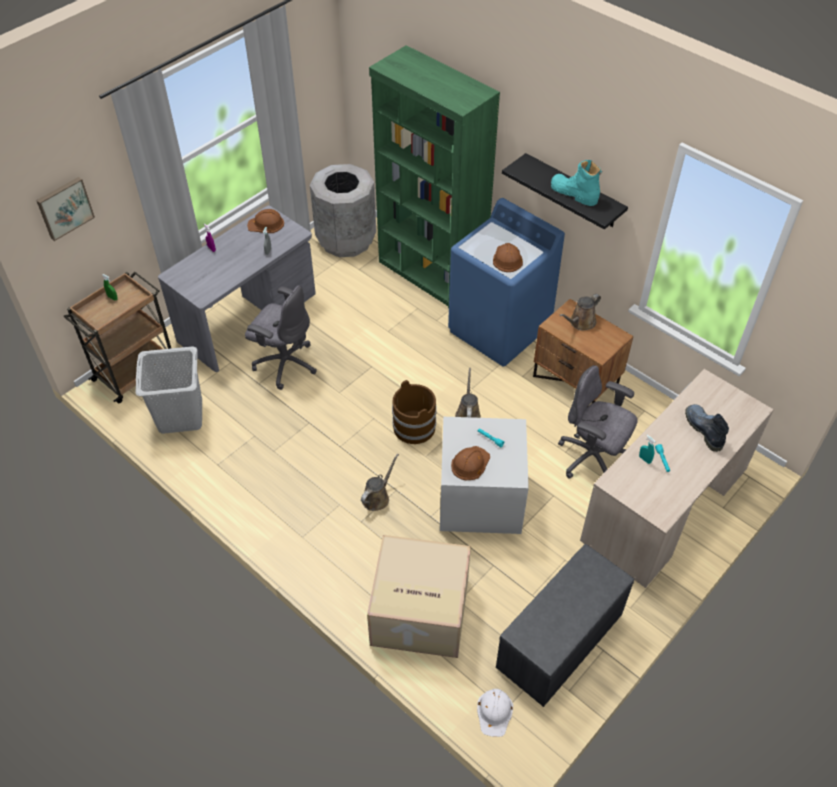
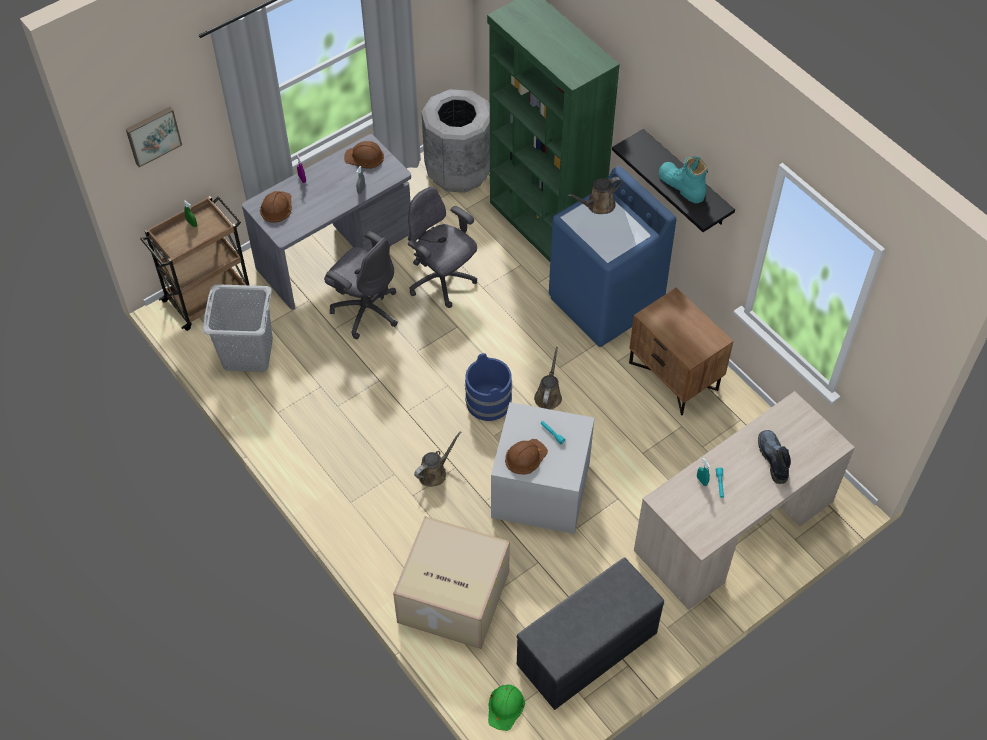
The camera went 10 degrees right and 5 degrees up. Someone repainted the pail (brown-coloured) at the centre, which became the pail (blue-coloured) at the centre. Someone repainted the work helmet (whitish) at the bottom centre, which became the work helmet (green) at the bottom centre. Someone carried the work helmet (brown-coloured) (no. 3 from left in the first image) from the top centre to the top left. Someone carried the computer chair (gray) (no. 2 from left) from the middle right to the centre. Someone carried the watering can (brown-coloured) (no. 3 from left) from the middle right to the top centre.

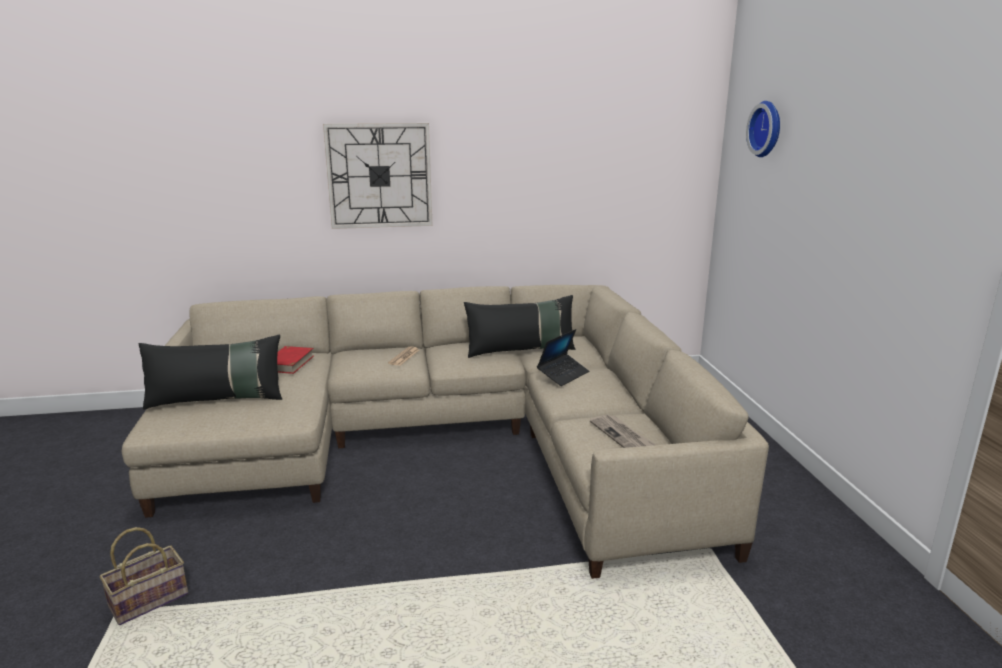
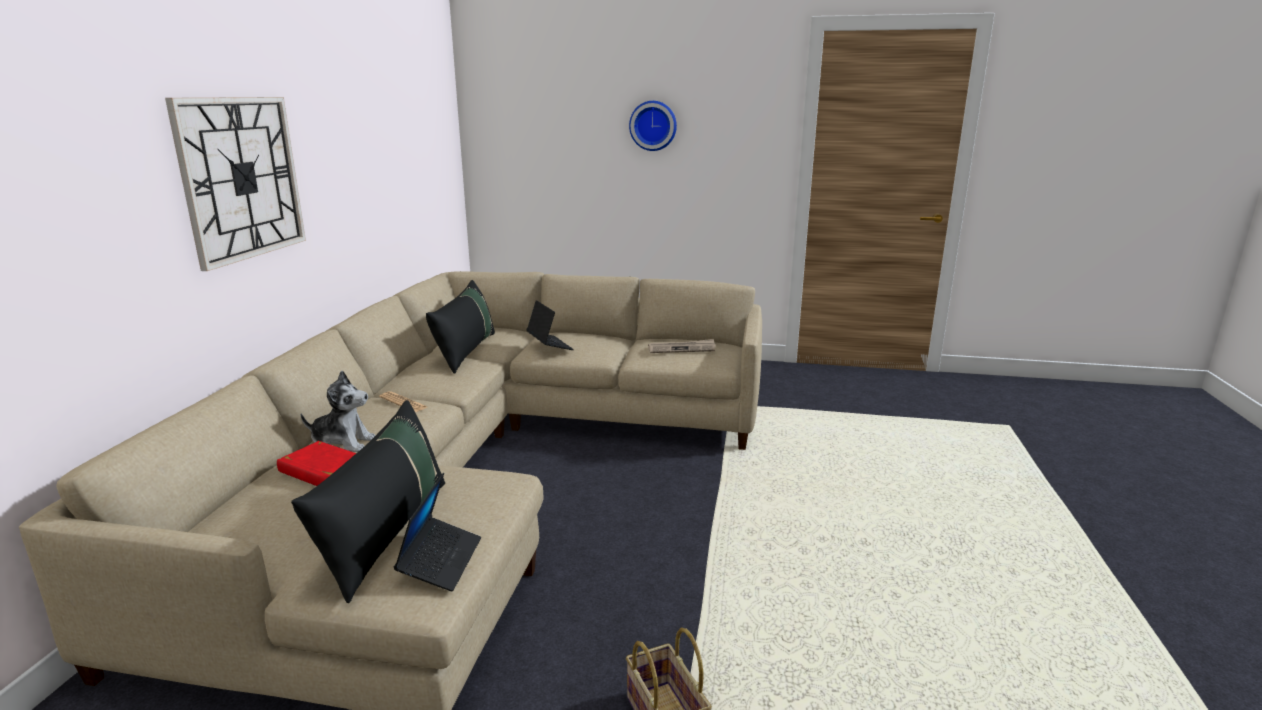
The camera went 70 degrees left and 0 degrees up. Someone carried the wall clock (no. 2 from left) from the top right to the top centre. Someone put down the soft toy at the middle left. Someone put down the portable computer (no. 1 from left) at the bottom centre.

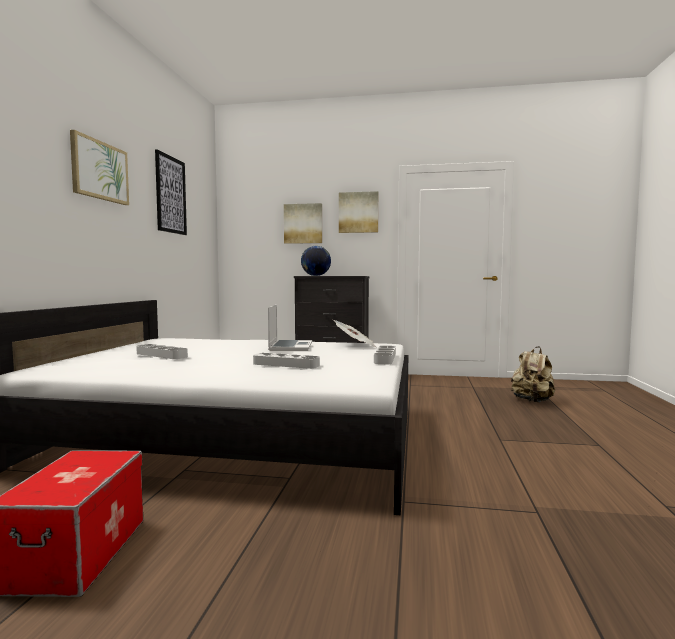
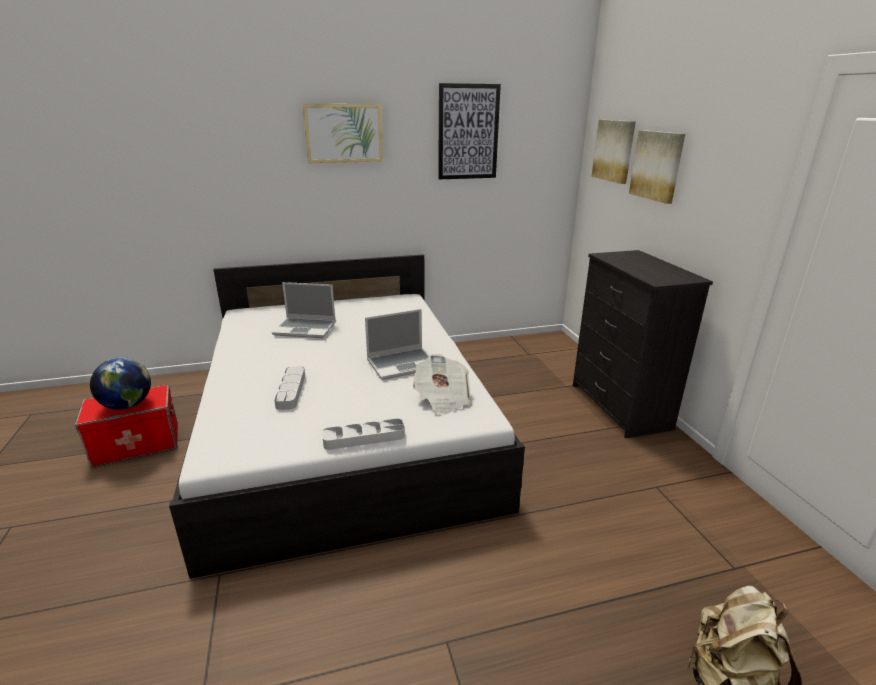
The camera went 65 degrees right and 20 degrees up. Someone swapped the carrying tray (gray) (no. 1 from left) at the middle left for the portable computer (no. 1 from left) at the centre. Someone carried the desk globe from the centre to the middle left. Someone carried the picture (no. 4 from left in the first image) from the top centre to the top right.

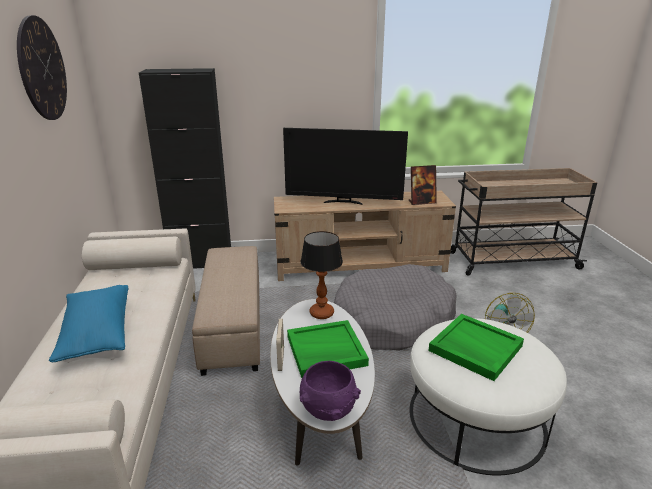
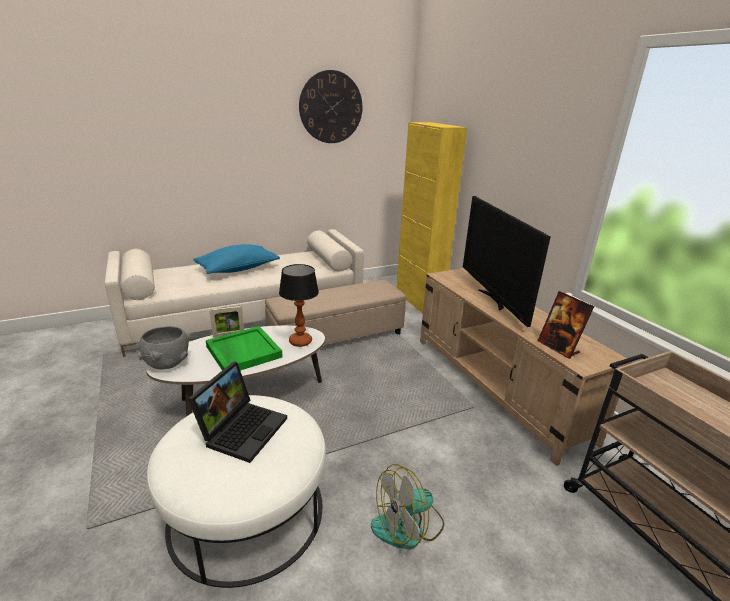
The camera went 70 degrees right and 0 degrees up. Someone repainted the cupboard (blackish) at the middle left, which became the cupboard (yellow) at the centre. Someone repainted the deep dish (purple) at the bottom centre, which became the deep dish (gray) at the middle left. Someone took away the dog bed (gray) at the centre. Someone swapped the carrying tray (green) (no. 2 from left) at the bottom right for the portable computer at the bottom left.

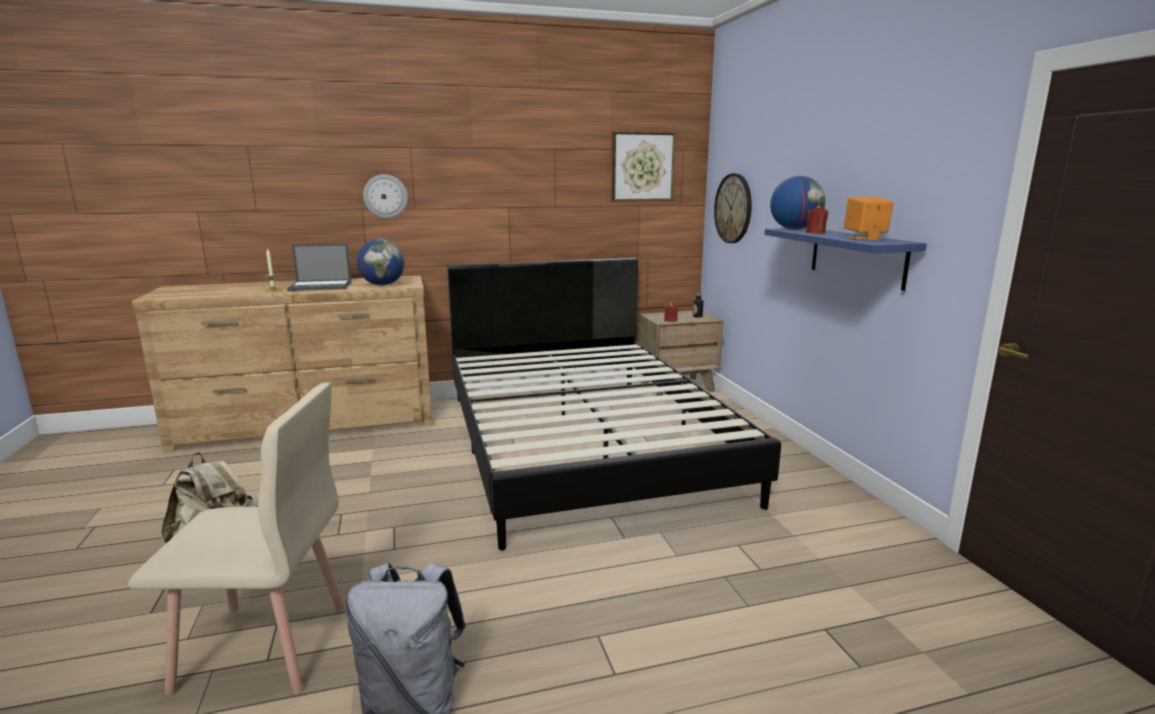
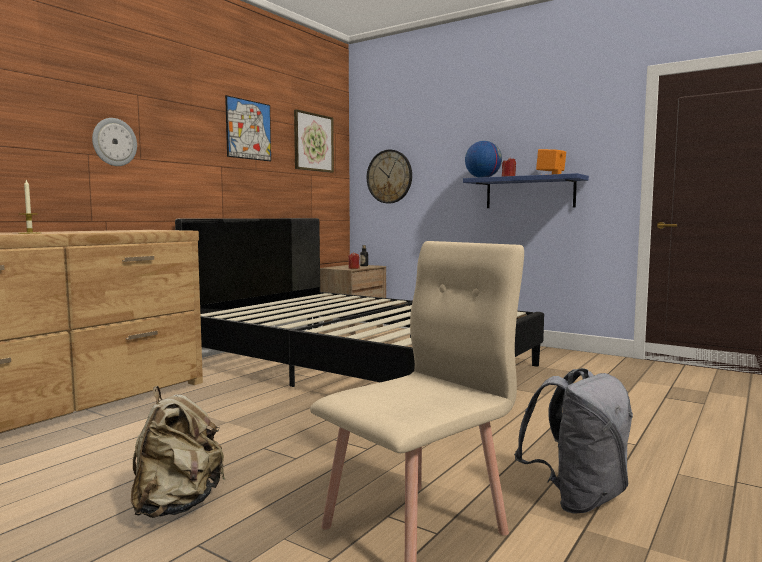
The camera went 40 degrees left and 10 degrees down. Someone took away the portable computer at the middle left. Someone took away the desk globe (no. 1 from left) at the middle left. Someone put up the picture (no. 1 from left) at the top left.

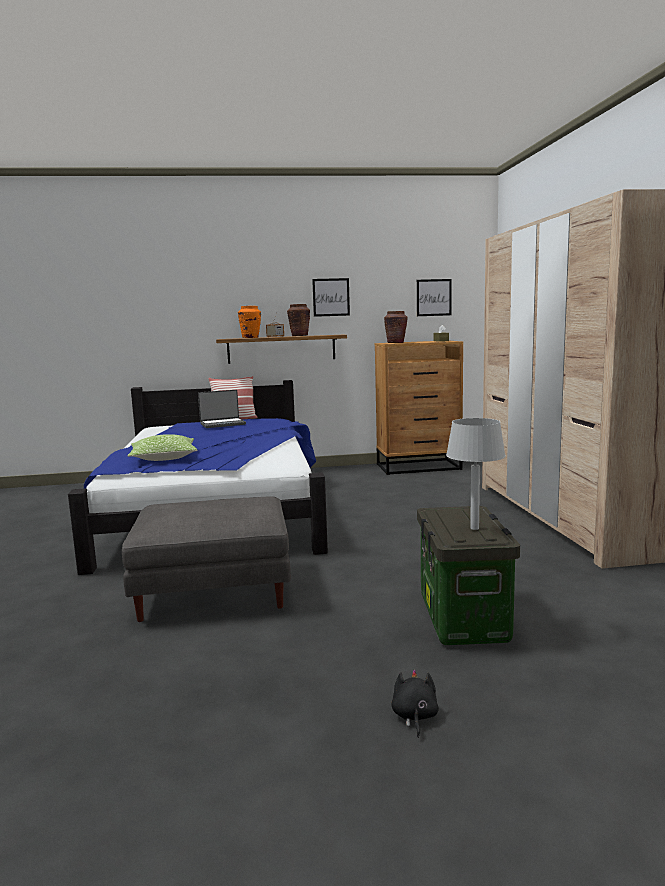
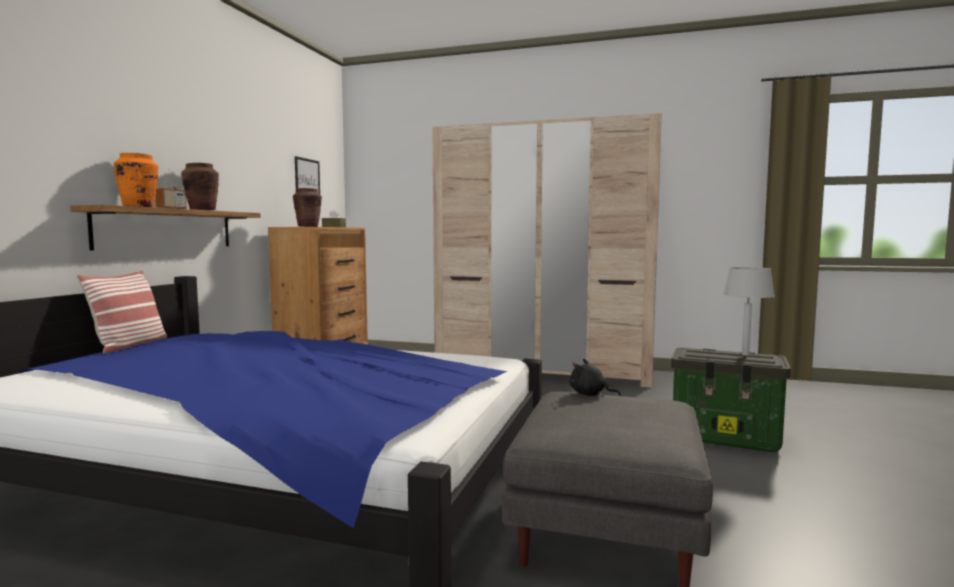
The camera went 65 degrees left and 5 degrees down. Someone took away the cushion (no. 1 from left) at the middle left. Someone took away the portable computer at the centre. Someone took away the picture (no. 1 from left) at the centre. Someone carried the soft toy (blackish) from the bottom centre to the centre.

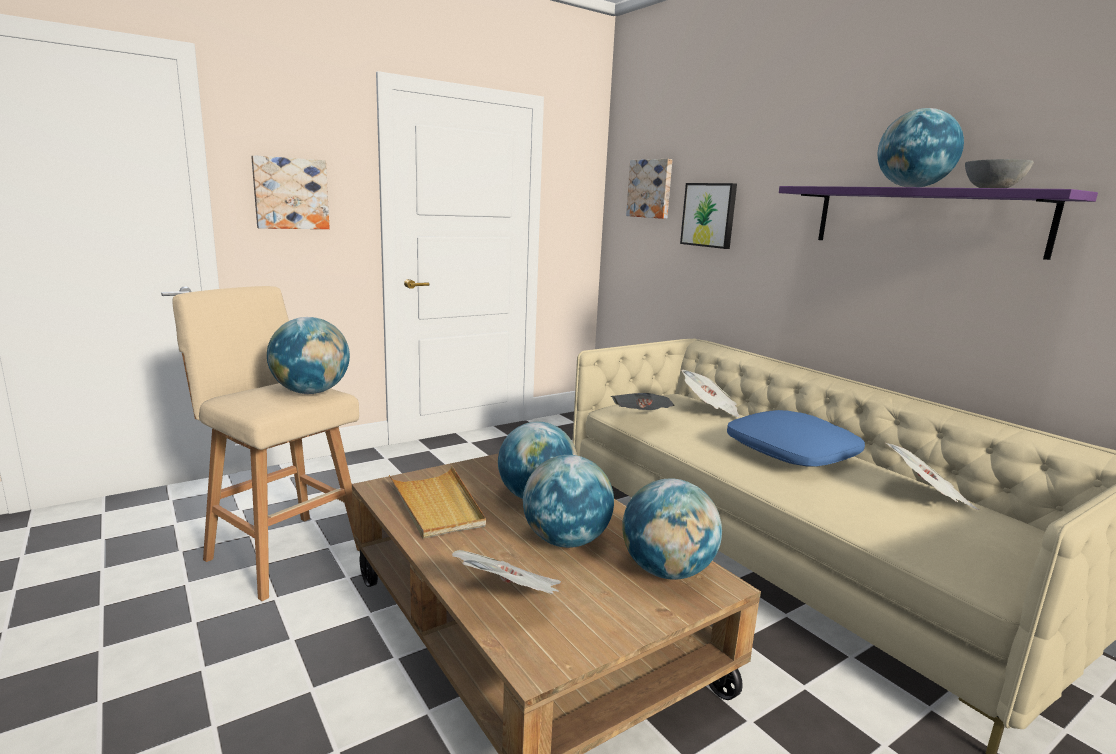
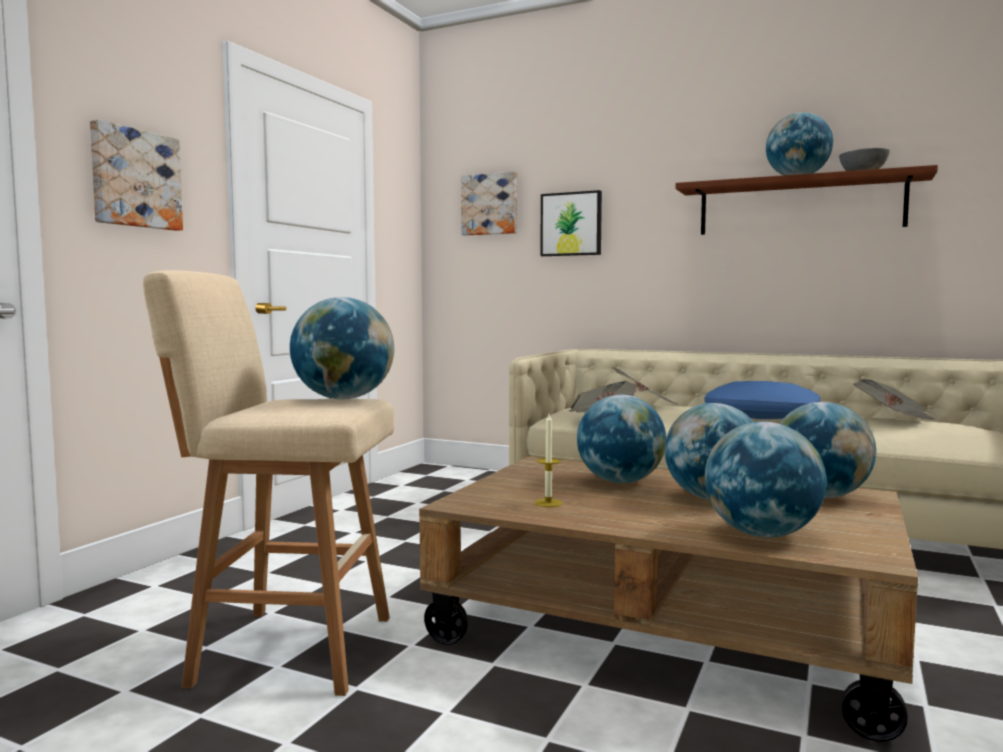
The camera went 30 degrees left and 10 degrees down. Someone swapped the carrying tray (sand-coloured) at the centre for the candle at the centre. Someone swapped the daily paper (no. 1 from left) at the bottom centre for the desk globe (no. 4 from left) at the middle right. Someone repainted the bracket shelf (purple) at the top right, which became the bracket shelf (brown-coloured) at the top right.

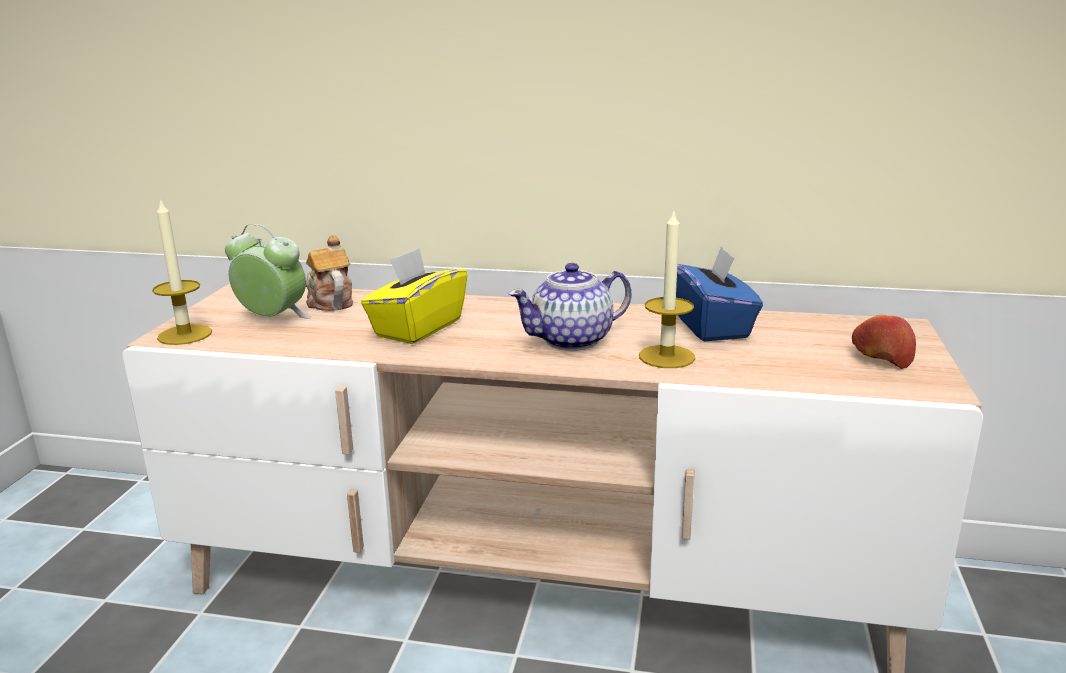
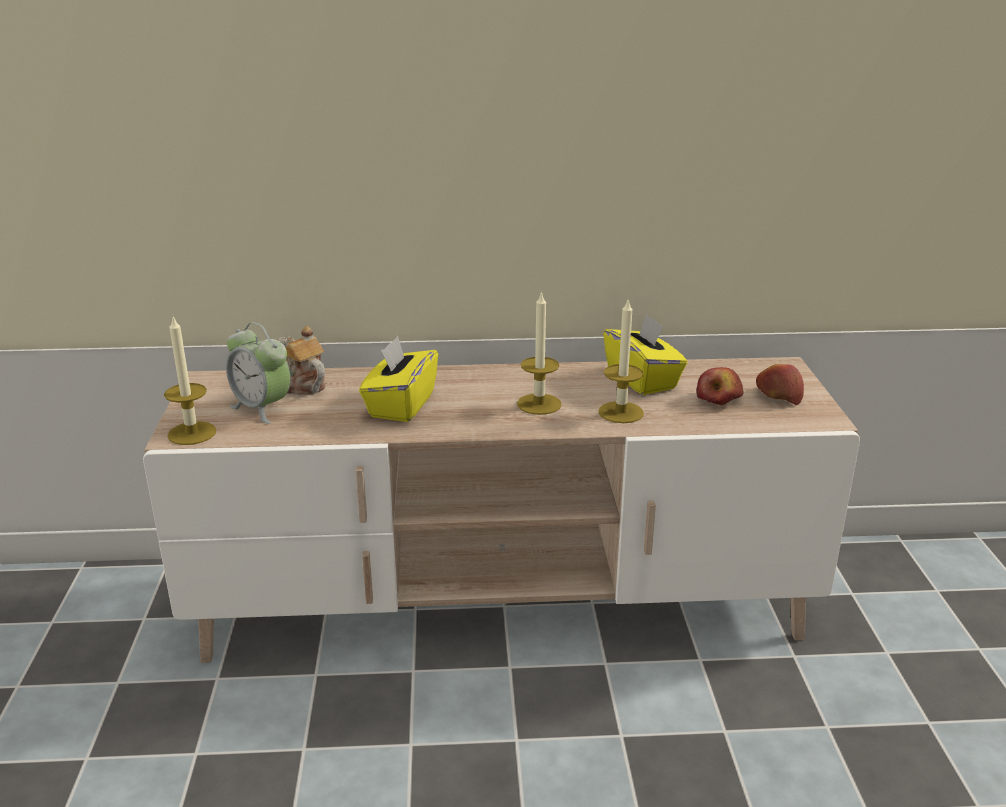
The camera went 15 degrees left and 5 degrees up. Someone rotated the alarm clock at the middle left by 150 degrees counterclockwise. Someone swapped the tea pot (no. 2 from left) at the centre for the candle (no. 2 from left) at the centre. Someone repainted the box of tissues (blue-coloured) at the middle right, which became the box of tissues (yellow) (no. 2 from left) at the centre. Someone put down the apple (no. 1 from left) at the middle right.

